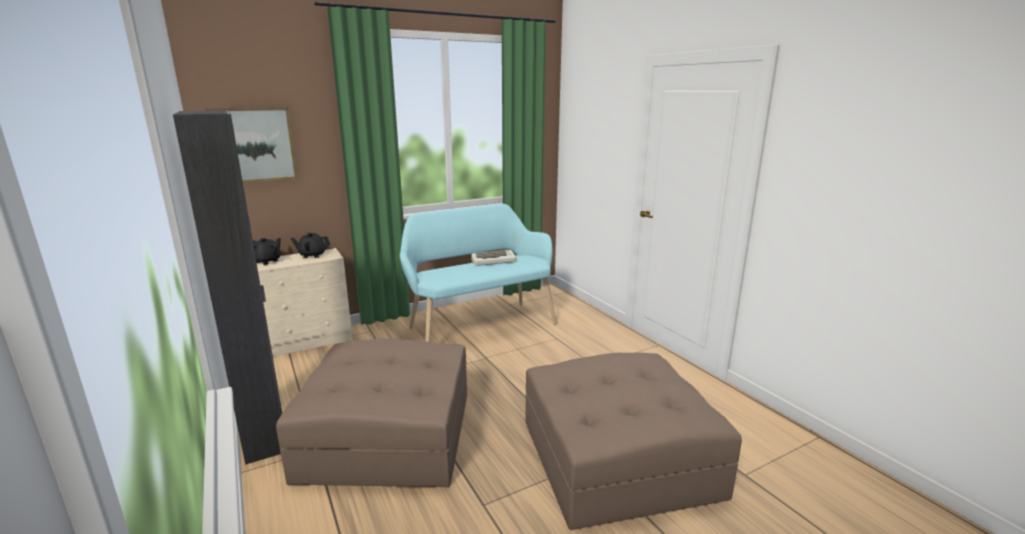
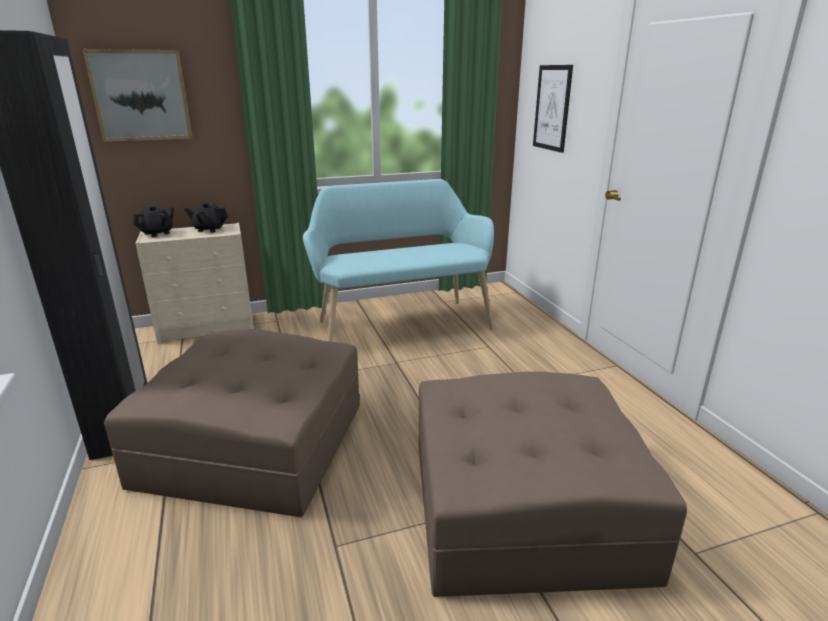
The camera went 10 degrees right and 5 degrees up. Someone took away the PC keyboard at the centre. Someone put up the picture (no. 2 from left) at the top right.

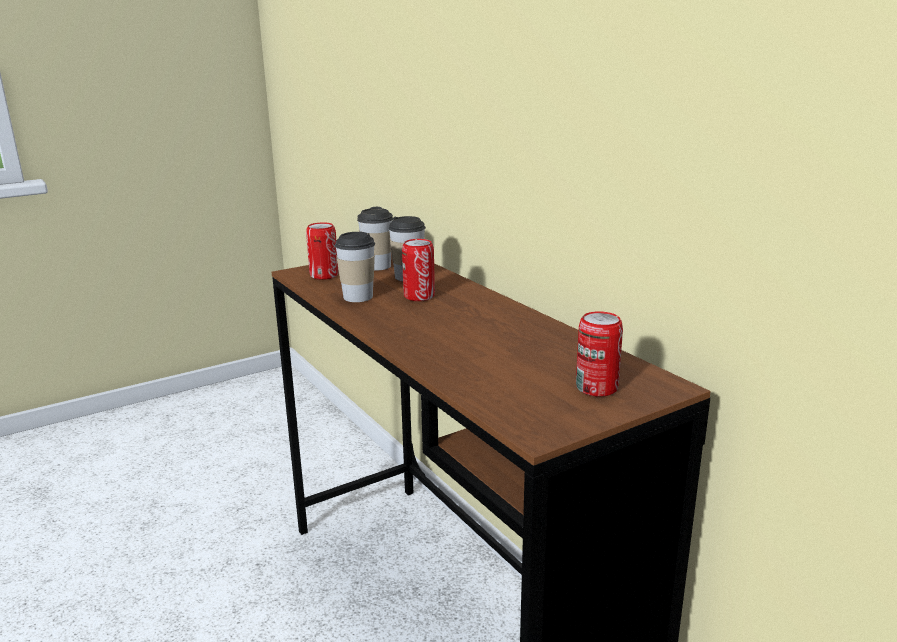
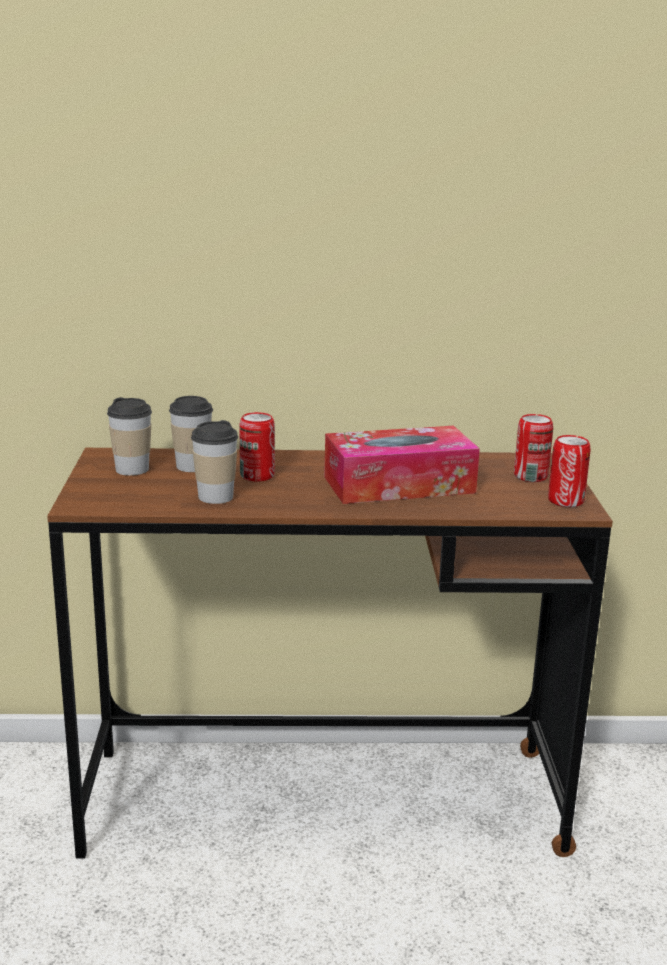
The camera went 60 degrees left and 0 degrees up. Someone carried the can (no. 1 from left in the first image) from the centre to the middle right. Someone put down the box of tissues at the centre.

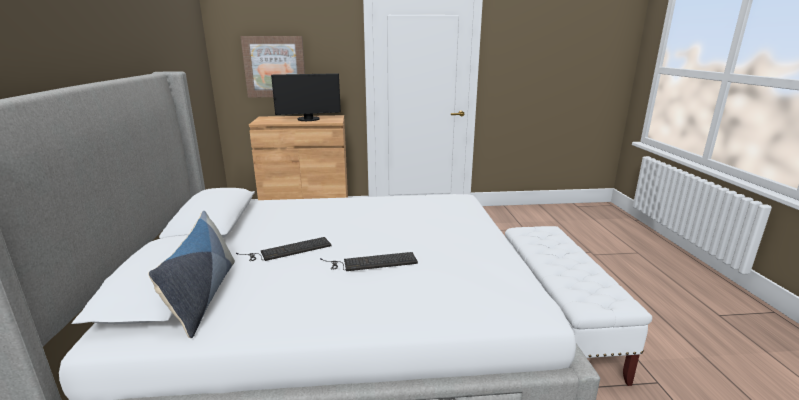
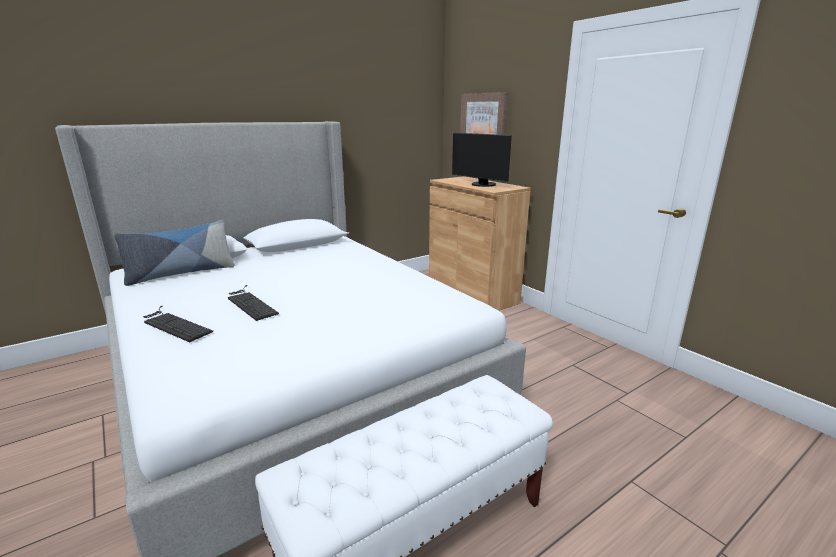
The camera went 60 degrees right and 0 degrees up. Someone carried the PC keyboard (no. 1 from left) from the centre to the middle left.

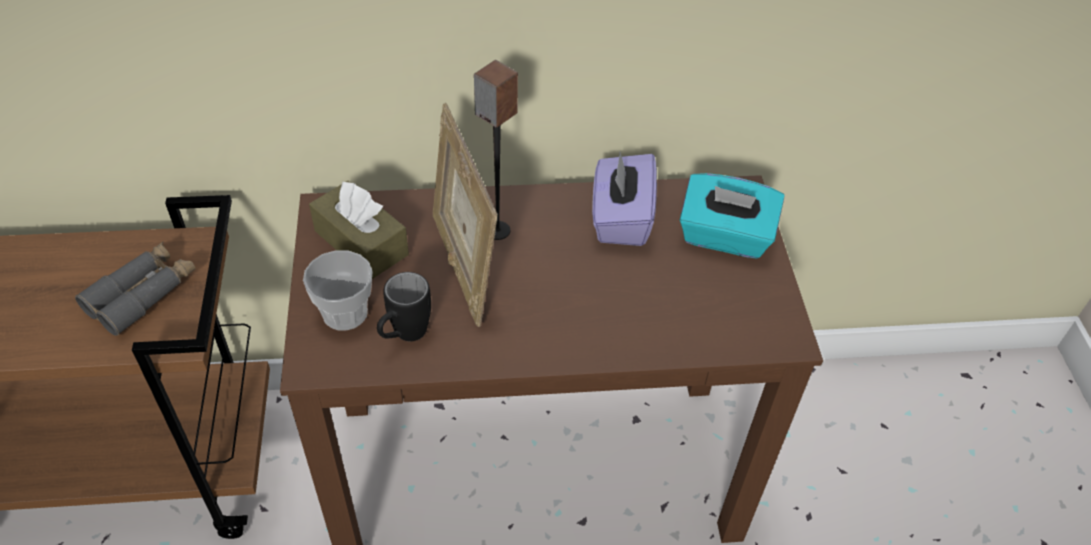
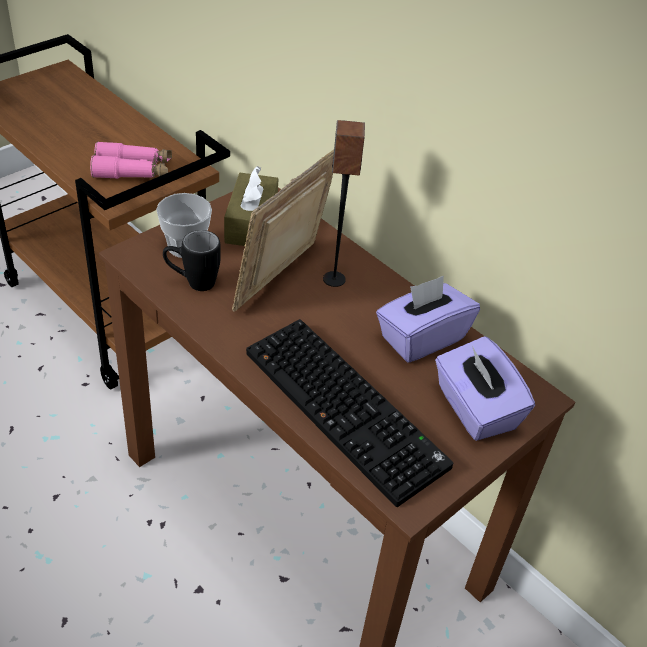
The camera went 50 degrees right and 5 degrees down. Someone repainted the binoculars (gray) at the middle left, which became the binoculars (pinkish) at the top left. Someone repainted the box of tissues (blue-green) at the middle right, which became the box of tissues (purple) (no. 2 from left) at the middle right. Someone put down the PC keyboard at the centre.

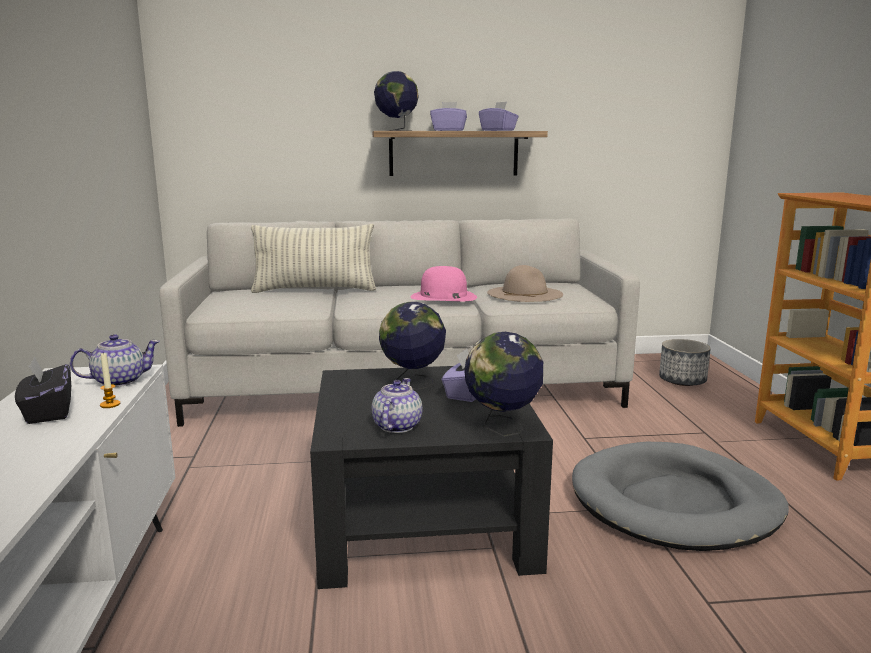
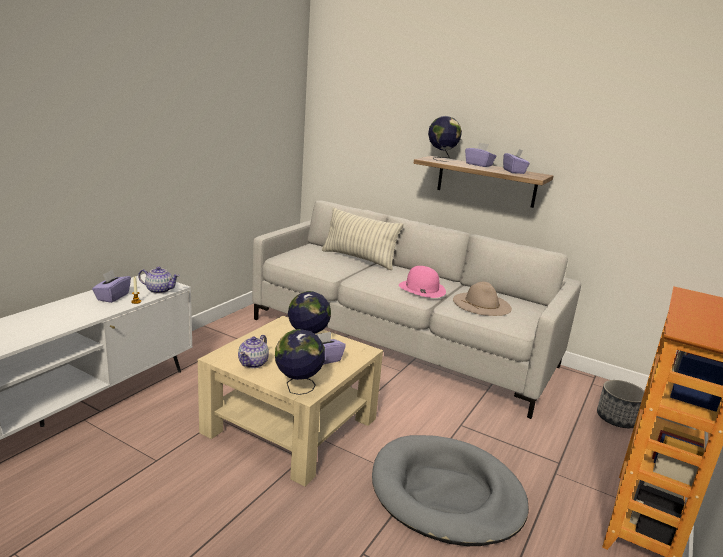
The camera went 35 degrees right and 5 degrees up. Someone repainted the box of tissues (blackish) at the middle left, which became the box of tissues (purple) (no. 1 from left) at the middle left. Someone repainted the coffee table (blackish) at the bottom centre, which became the coffee table (sand-coloured) at the bottom centre. Someone rotated the tea pot (no. 2 from left) at the centre by 150 degrees clockwise.

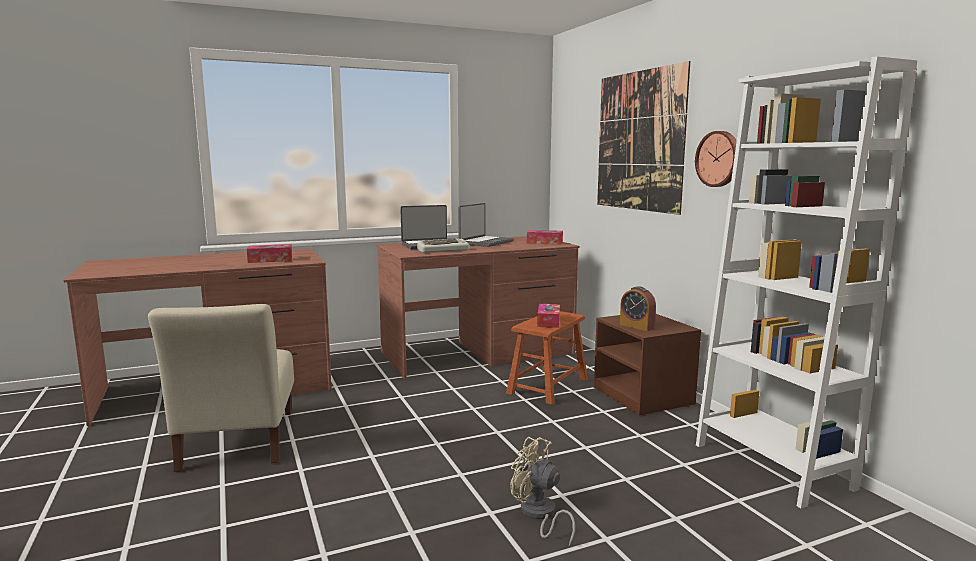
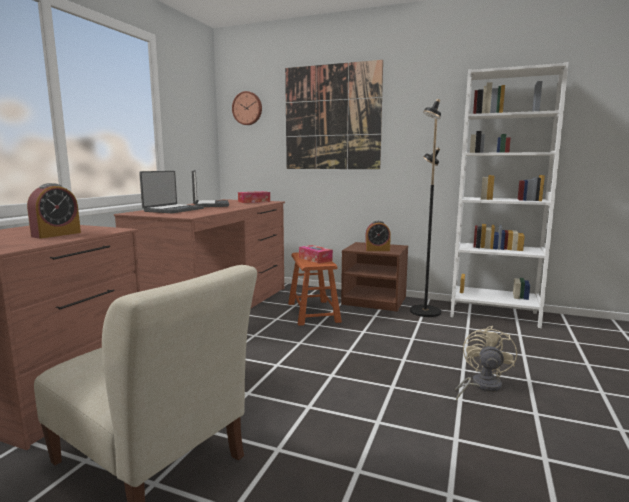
The camera went 45 degrees left and 0 degrees up. Someone swapped the box of tissues (no. 1 from left) at the middle left for the alarm clock (no. 1 from left) at the middle left. Someone took away the PC keyboard at the centre. Someone rotated the cooling fan (sand-coloured) at the bottom centre by 120 degrees clockwise. Someone carried the wall clock from the top right to the top centre. Someone put down the floor lamp (blackish) at the middle right.

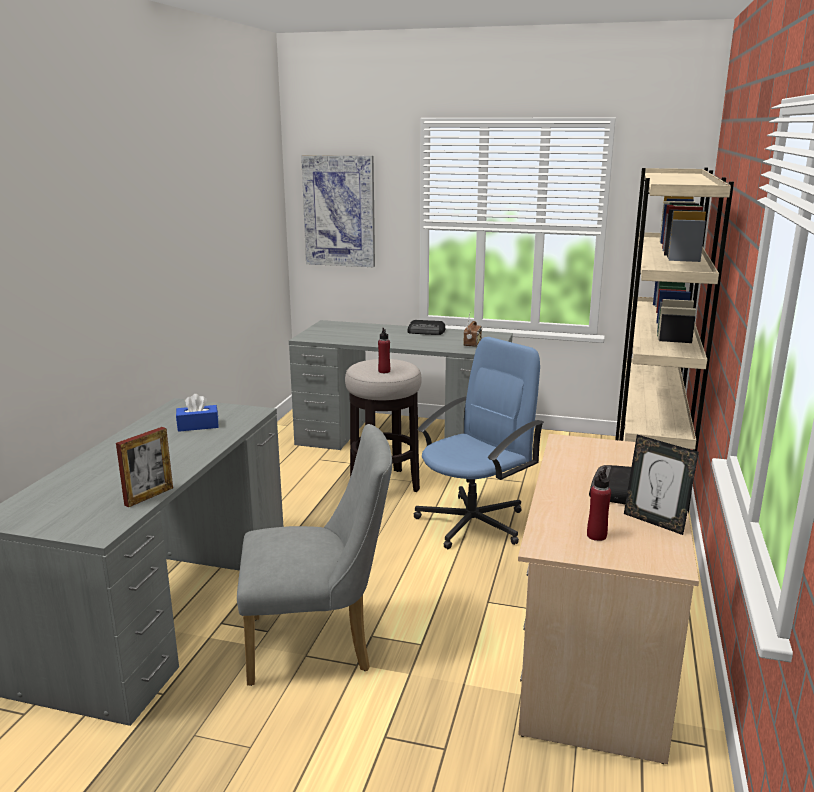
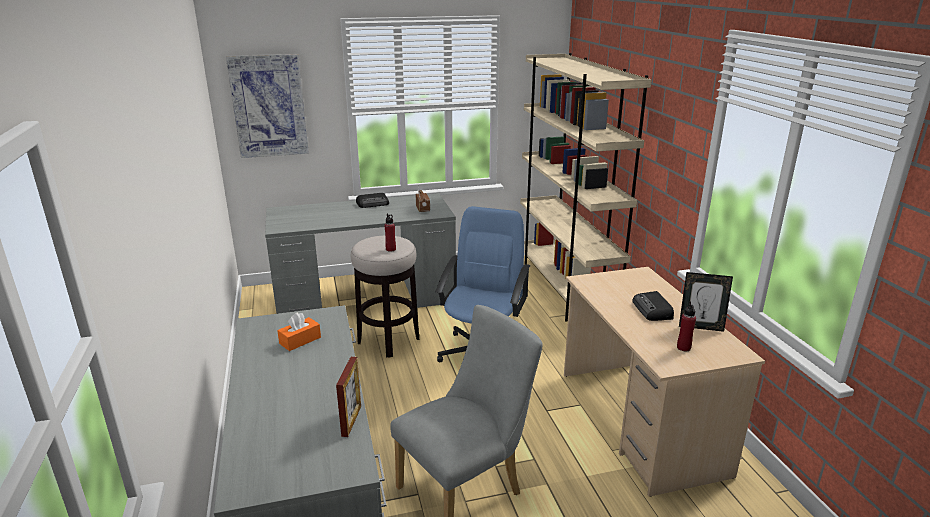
The camera went 30 degrees left and 5 degrees up. Someone repainted the box of tissues (blue-coloured) at the middle left, which became the box of tissues (orange) at the middle left.

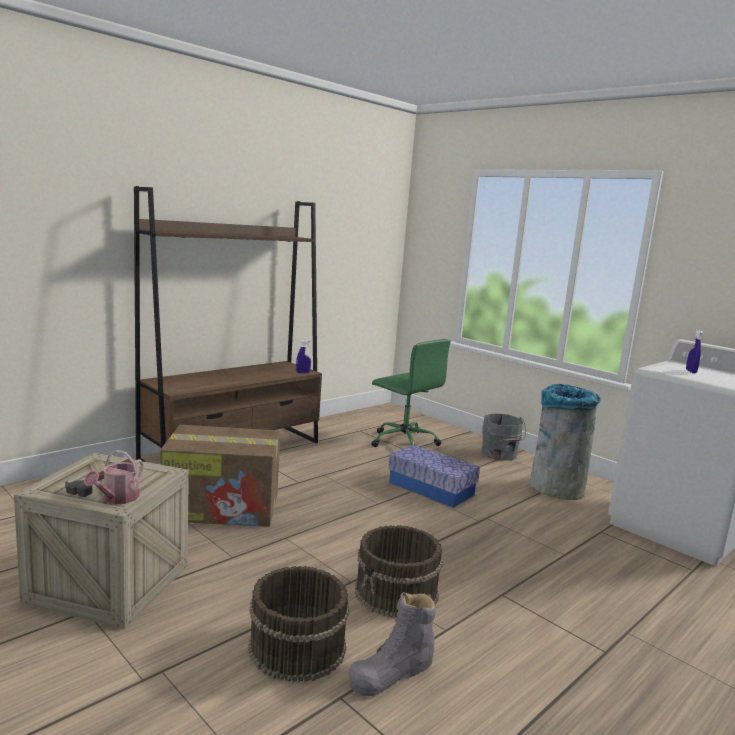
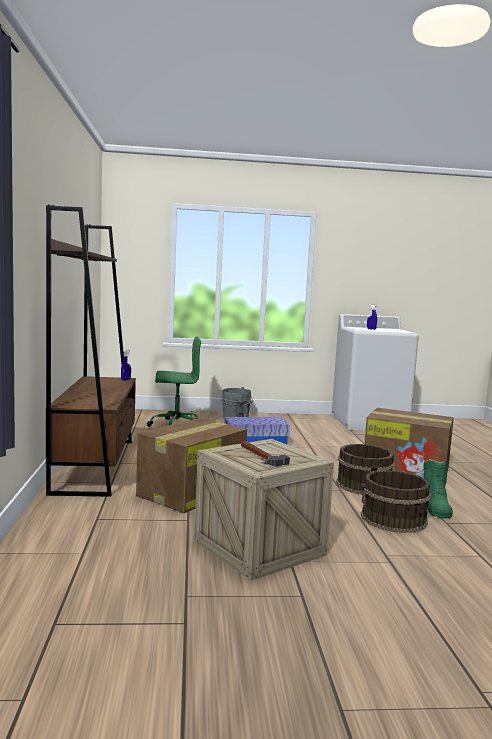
The camera went 50 degrees left and 5 degrees down. Someone took away the watering can at the middle left. Someone repainted the high-top boot (gray) at the bottom centre, which became the high-top boot (green) at the middle right. Someone took away the trash can (gray) at the middle right. Someone put down the cardboard box (no. 2 from left) at the middle right.

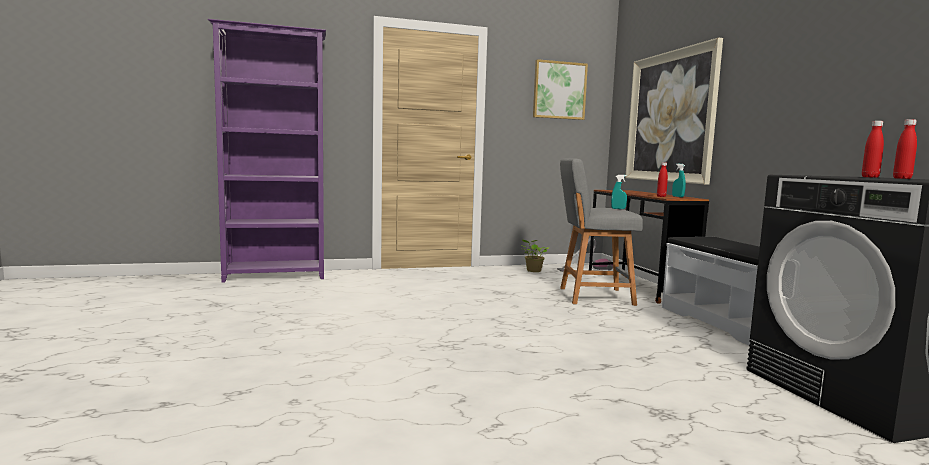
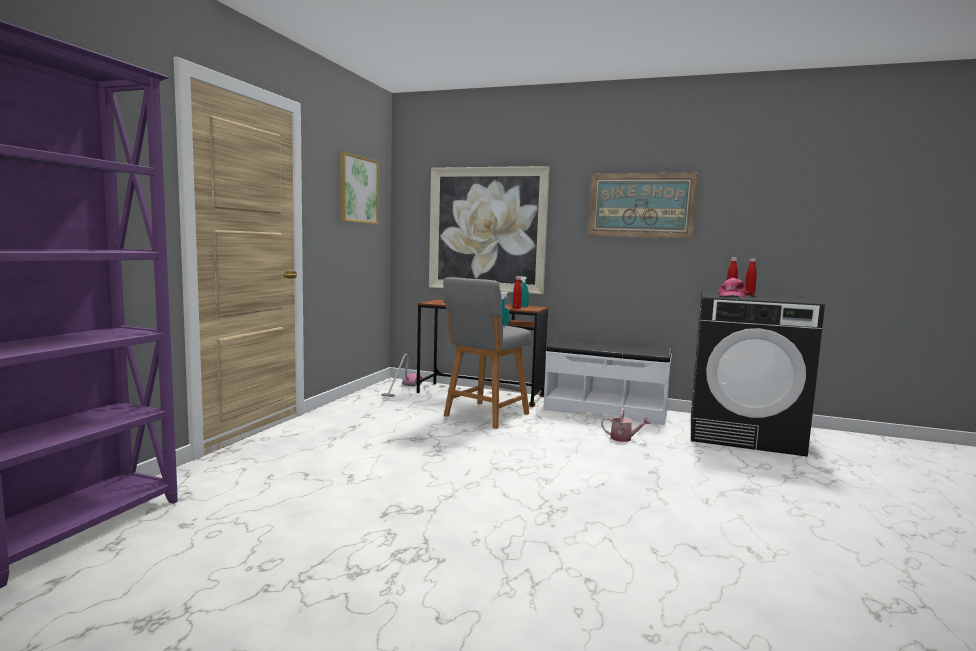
The camera went 55 degrees left and 0 degrees up. Someone took away the potted plant at the centre. Someone put up the picture (no. 3 from left) at the top centre. Someone put down the watering can at the centre. Someone put down the baseball cap (pinkish) at the middle right.

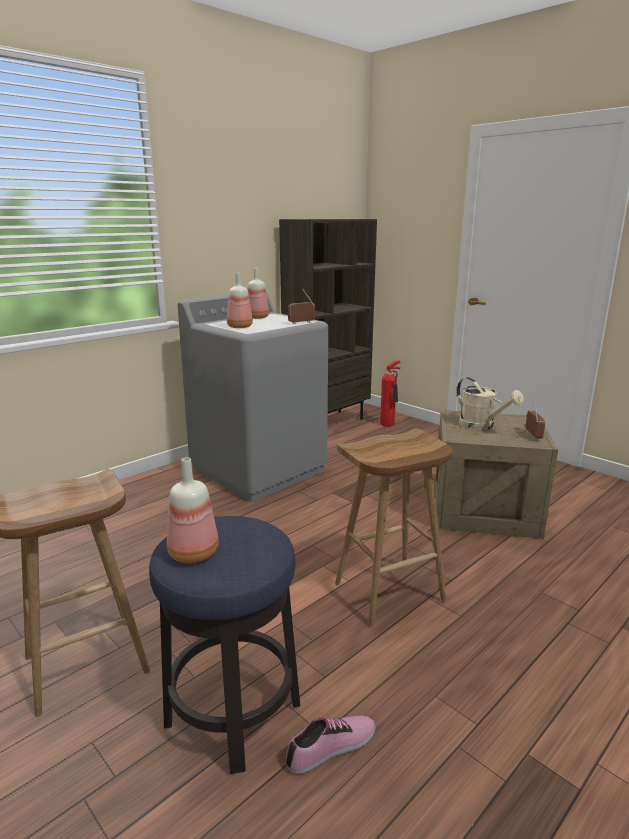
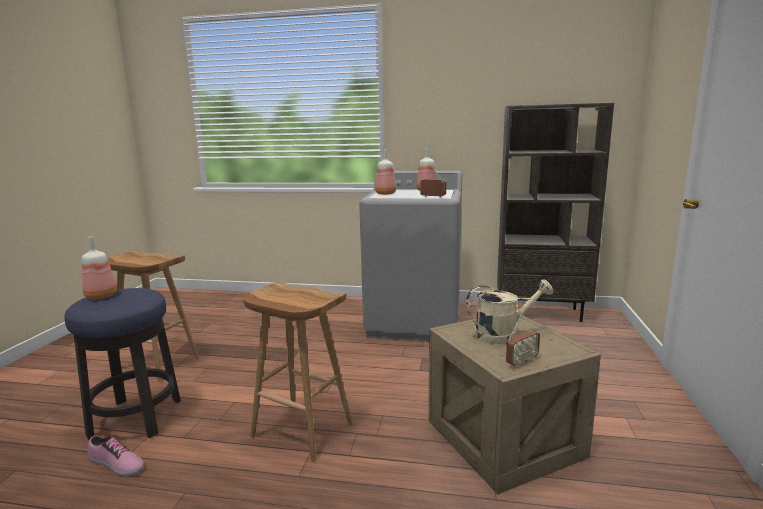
The camera went 55 degrees right and 5 degrees down. Someone took away the fire-fighting cylinder at the centre. Someone rotated the watering can (sand-coloured) at the middle right by 120 degrees counterclockwise.

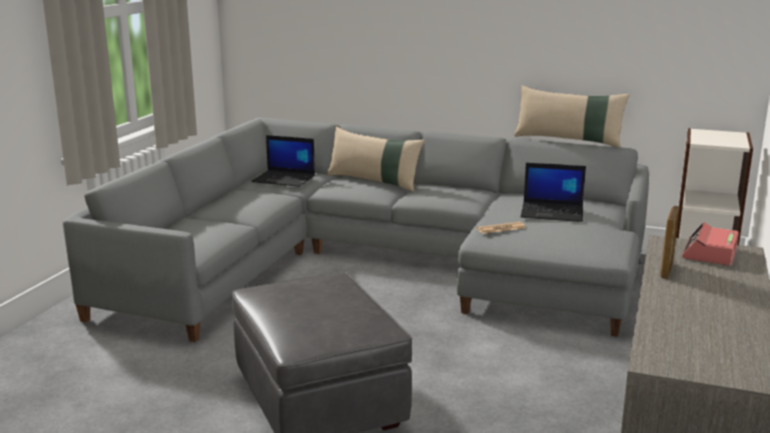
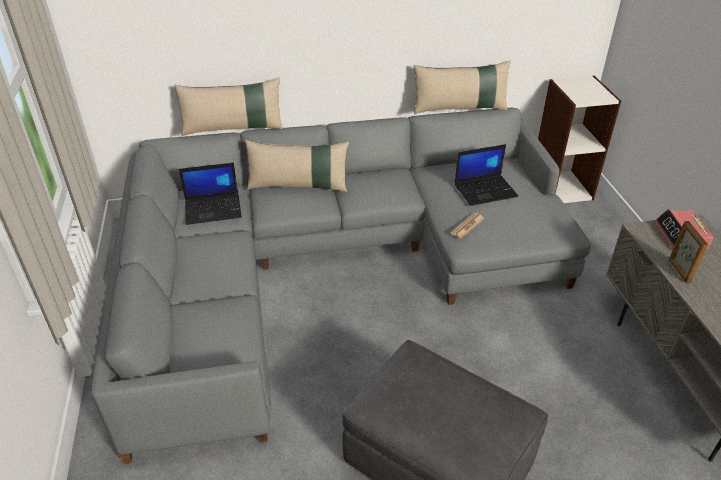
The camera went 30 degrees left and 20 degrees up. Someone put down the cushion (sand-coloured) (no. 1 from left) at the top left.

